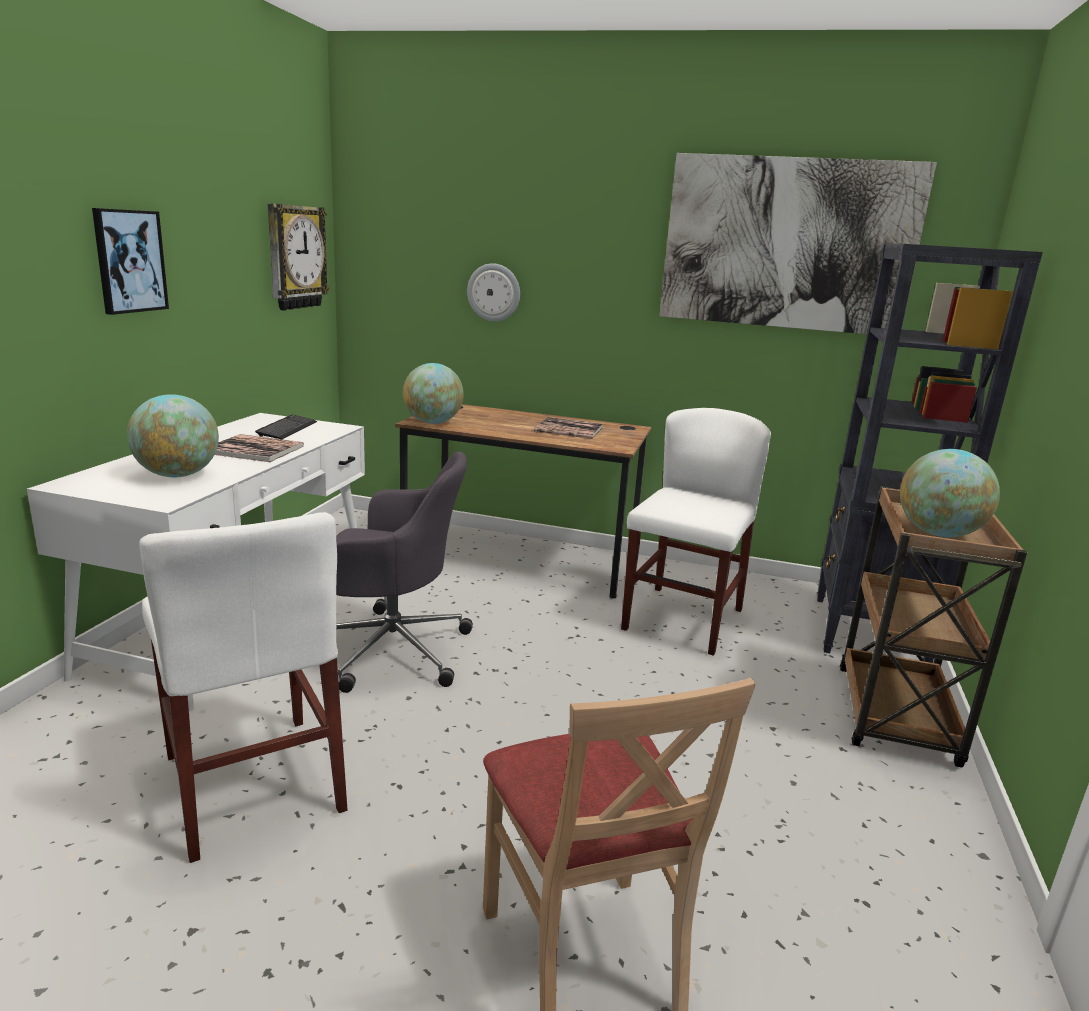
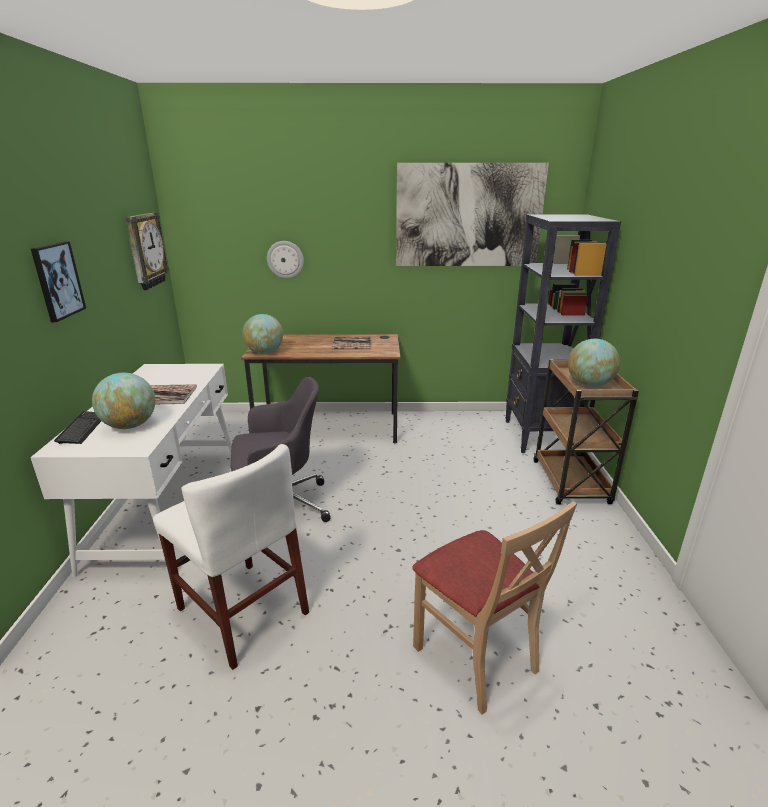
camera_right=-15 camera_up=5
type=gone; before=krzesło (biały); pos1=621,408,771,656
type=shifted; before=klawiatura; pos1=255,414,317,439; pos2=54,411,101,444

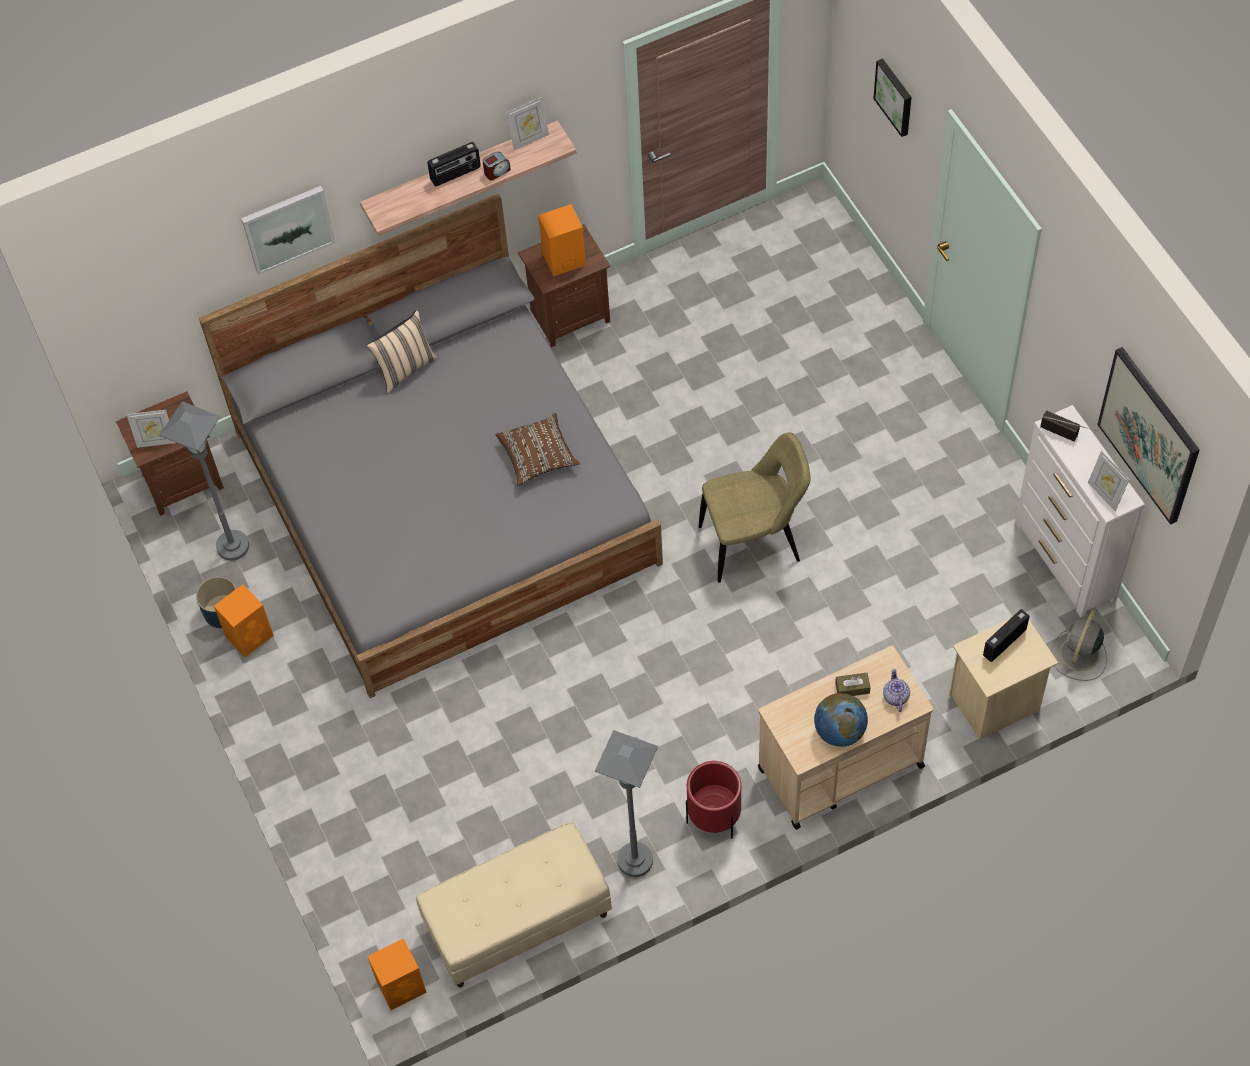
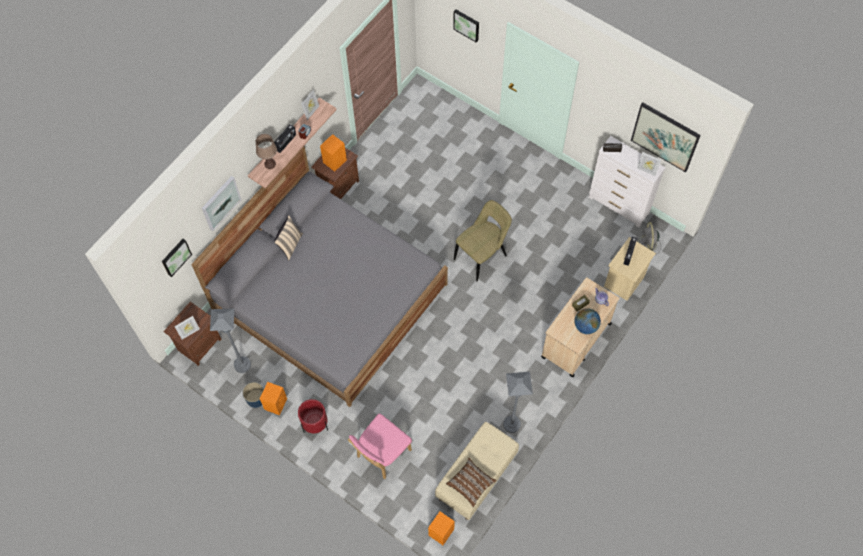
camera_right=-30 camera_up=5
type=shifted; before=poduszka (brązowy); pos1=496,413,580,486; pos2=446,458,497,507
type=shifted; before=donica (czerwony); pos1=686,761,741,839; pos2=298,399,328,433
type=new; after=lampa stołowa (brązowy); pos2=256,134,277,169
type=new; after=obraz; pos2=162,239,192,277
type=new; after=krzesło (różowy); pos2=348,414,412,479

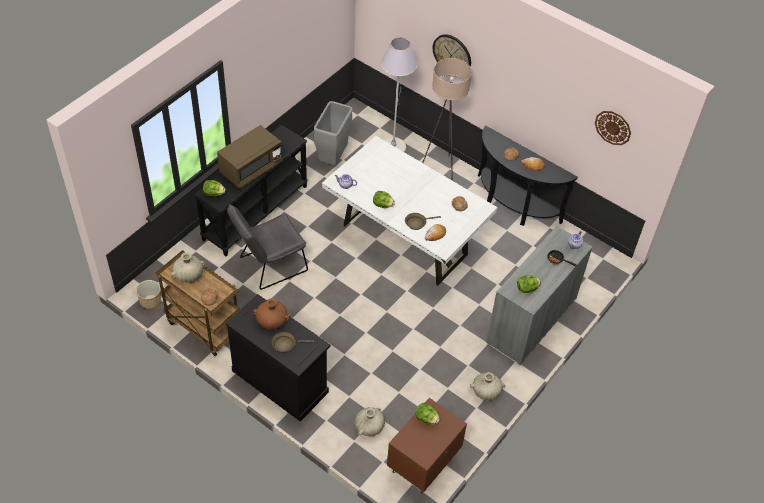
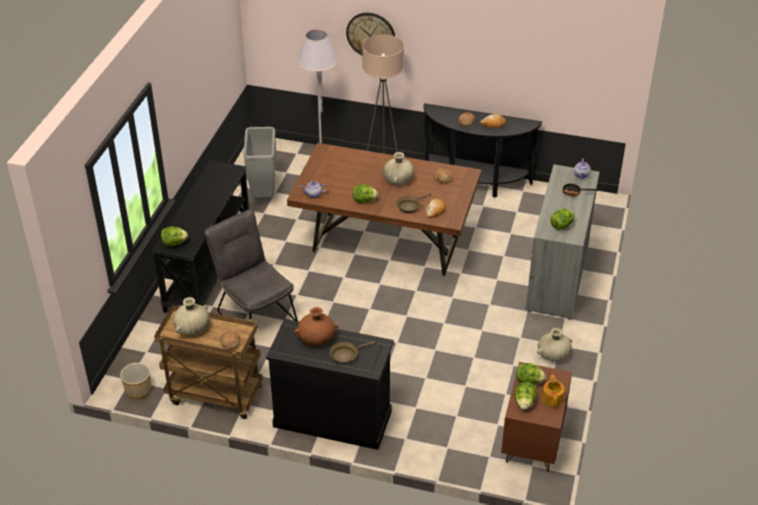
camera_right=-20 camera_up=-10
type=gone; before=zegar ścienny; pos1=595,111,631,145
type=gone; before=mikrofalówka (brązowy); pos1=217,125,282,189
type=repainted; before=stół jadalny (biały); after=stół jadalny (brązowy); pos1=322,136,498,285; pos2=287,143,482,276
type=rotated; before=krzesło (szary); pos1=227,204,308,290; pos2=204,210,298,346; turn=105
type=shifted; before=wazon (beżowy); pos1=354,407,385,436; pos2=383,152,414,184
type=new; after=imbryk; pos2=542,374,564,406
type=new; after=sałata; pos2=515,382,537,410

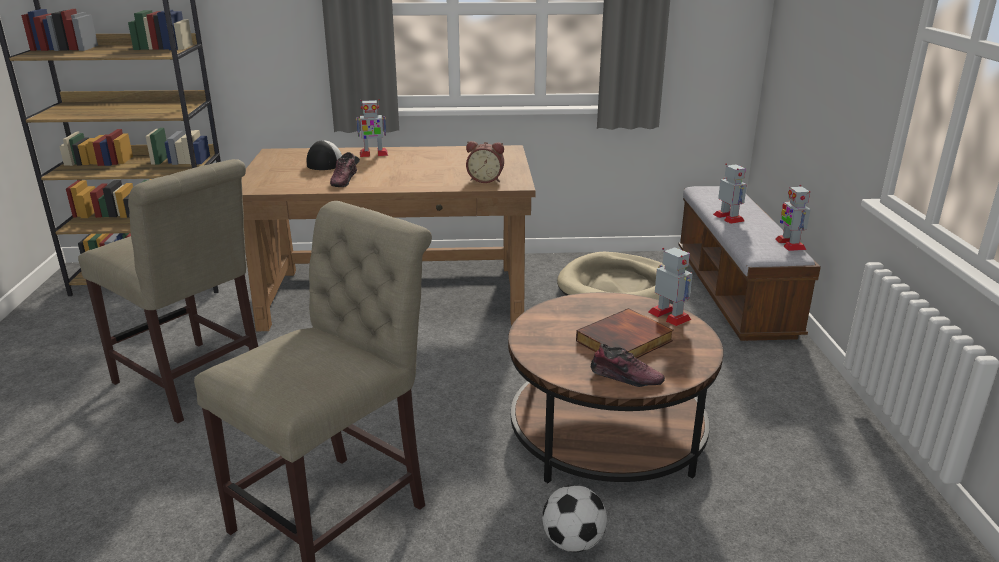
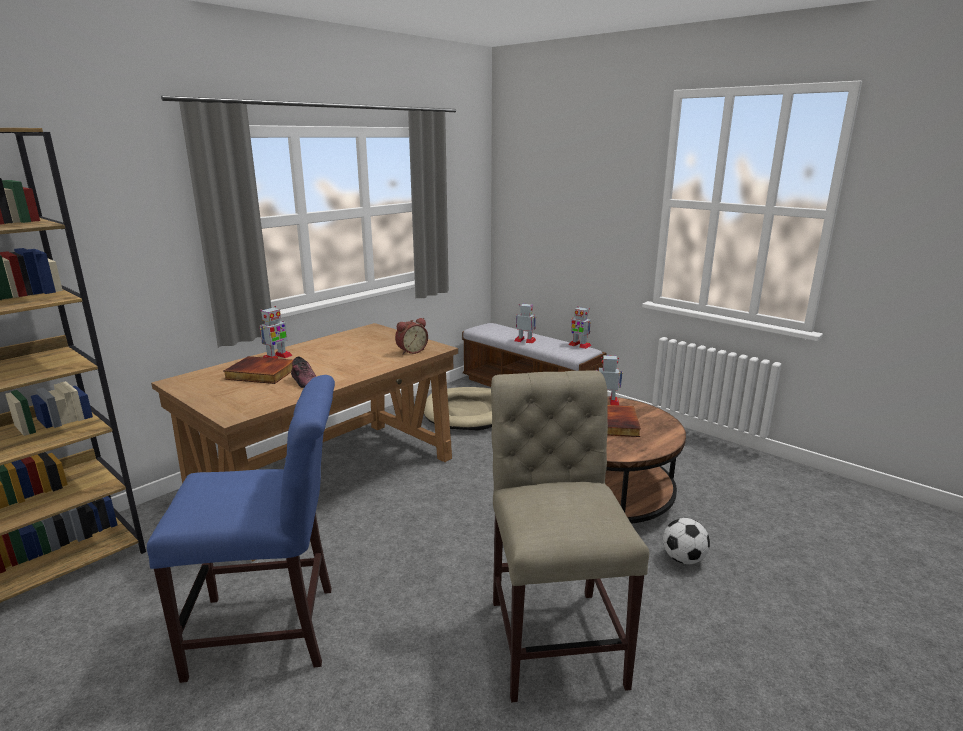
camera_right=-45 camera_up=-5
type=swapped; before=czapka z daszkiem; after=książka; pos1=307,140,360,170; pos2=224,356,293,384
type=repainted; before=krzesło (beżowy); after=krzesło (niebieski); pos1=78,159,258,423; pos2=147,375,335,683
type=gone; before=but; pos1=591,344,665,387

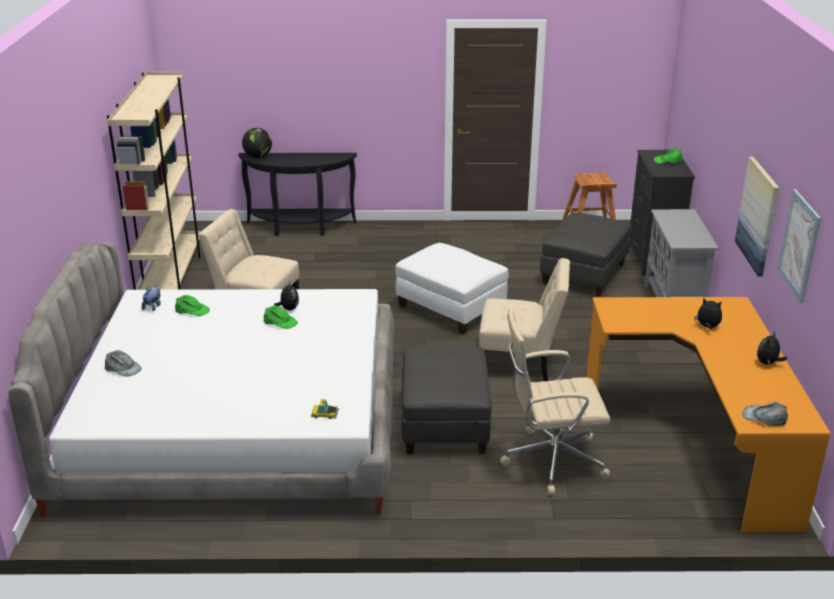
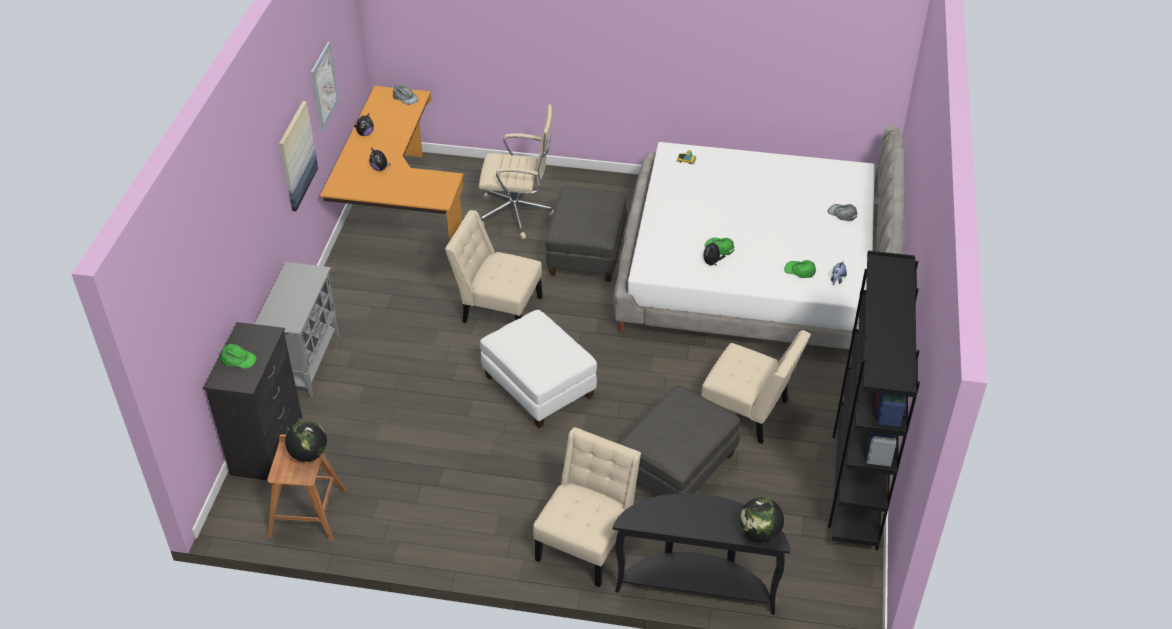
camera_right=-170 camera_up=15
type=repainted; before=regał (beżowy); after=regał (czarny); pos1=107,72,201,290; pos2=828,250,920,550
type=shifted; before=pufa (szary); pos1=540,212,632,297; pos2=619,385,740,496
type=new; after=globus; pos2=285,421,327,462
type=new; after=krzesło (beżowy); pos2=533,427,641,587

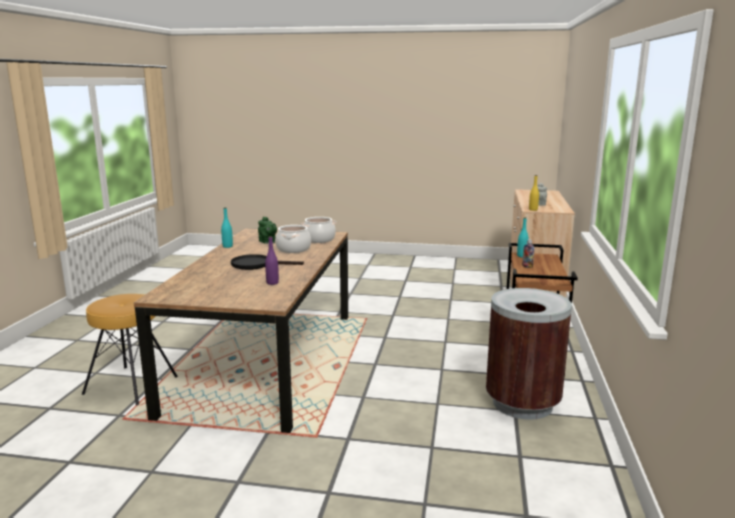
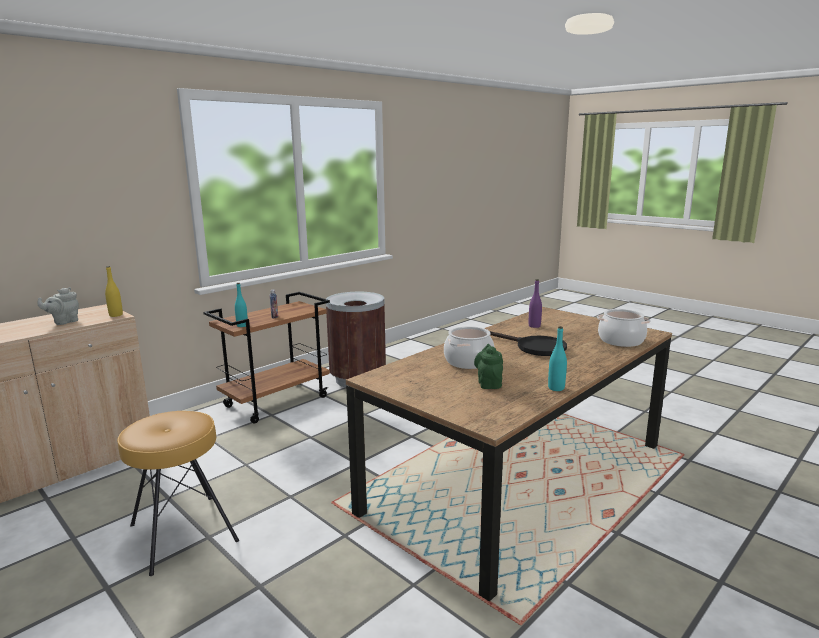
camera_right=-145 camera_up=0
type=shifted; before=garnek; pos1=301,217,336,243; pos2=597,309,650,347
type=shifted; before=stołek (brązowy); pos1=82,294,178,405; pos2=117,411,239,576

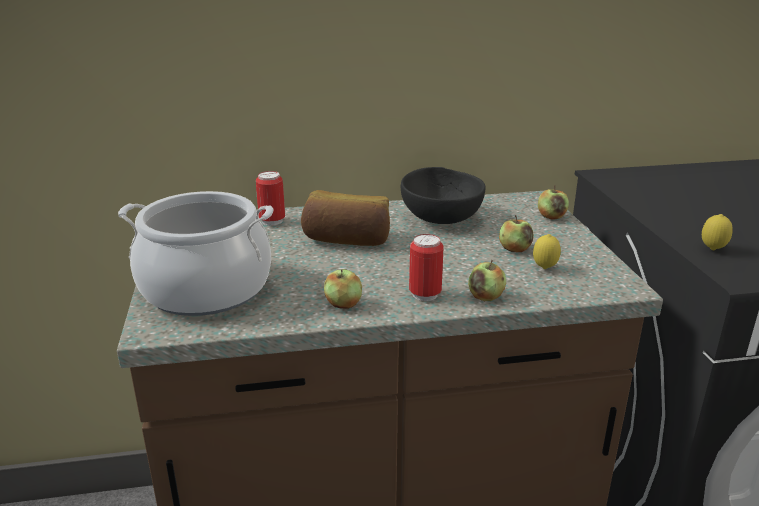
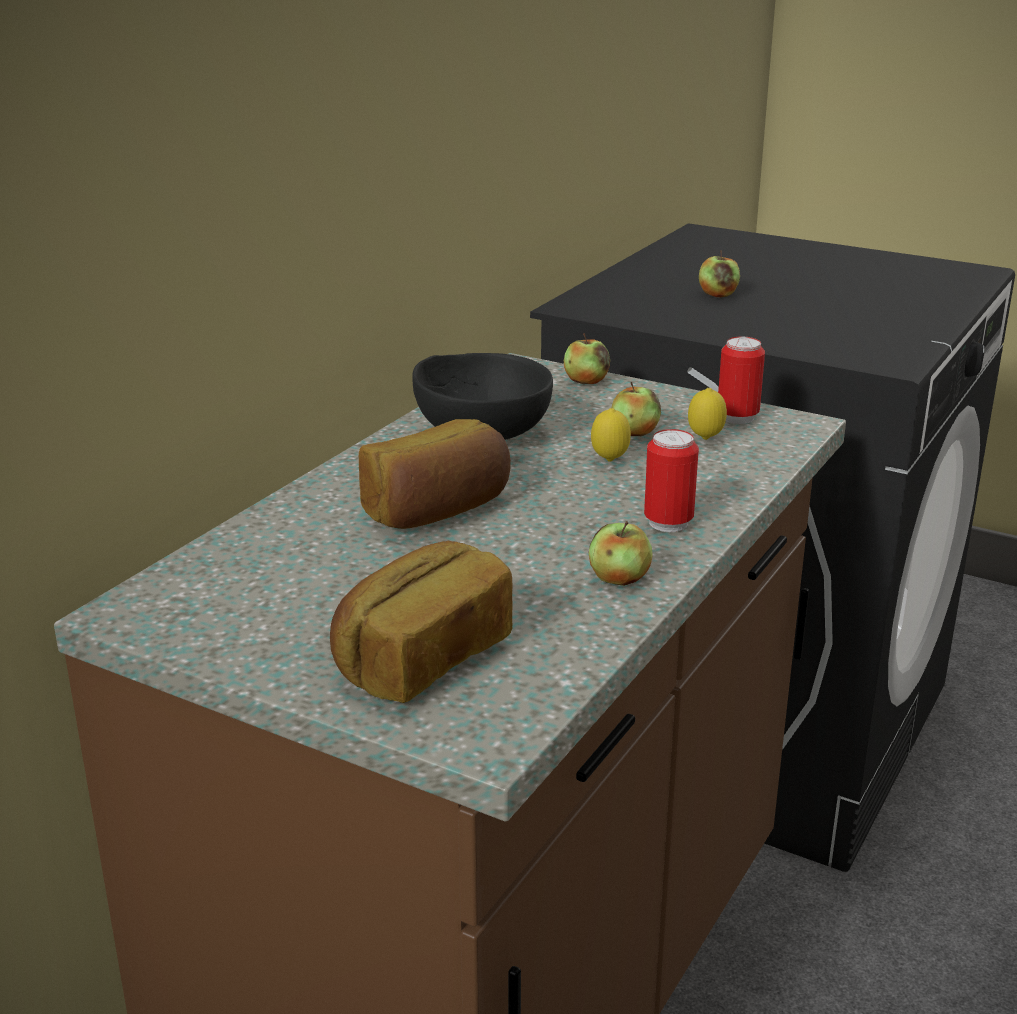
camera_right=-50 camera_up=0
type=shifted; before=puszka; pos1=256,171,285,226; pos2=718,337,765,424
type=swapped; before=garnek; after=chleb; pos1=118,191,273,316; pos2=330,541,513,703
type=shifted; before=cytryna; pos1=702,214,733,250; pos2=591,408,631,461
type=shifted; before=jabłko; pos1=468,259,506,301; pos2=699,250,740,297

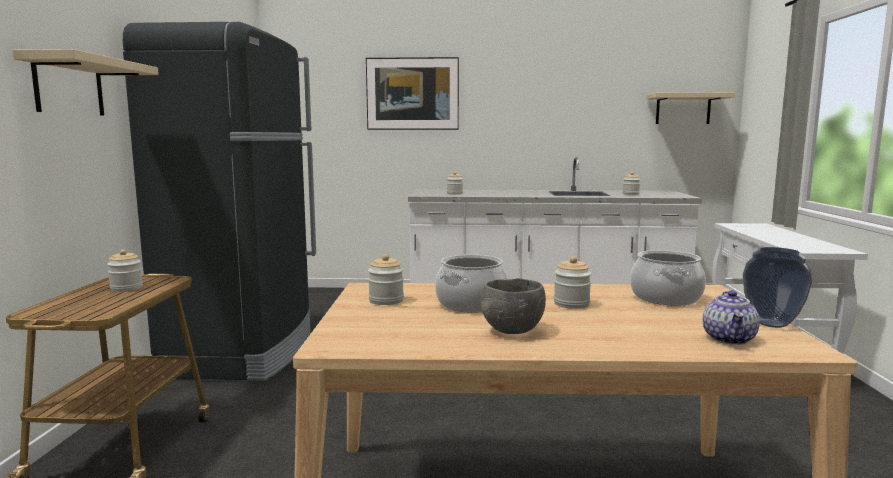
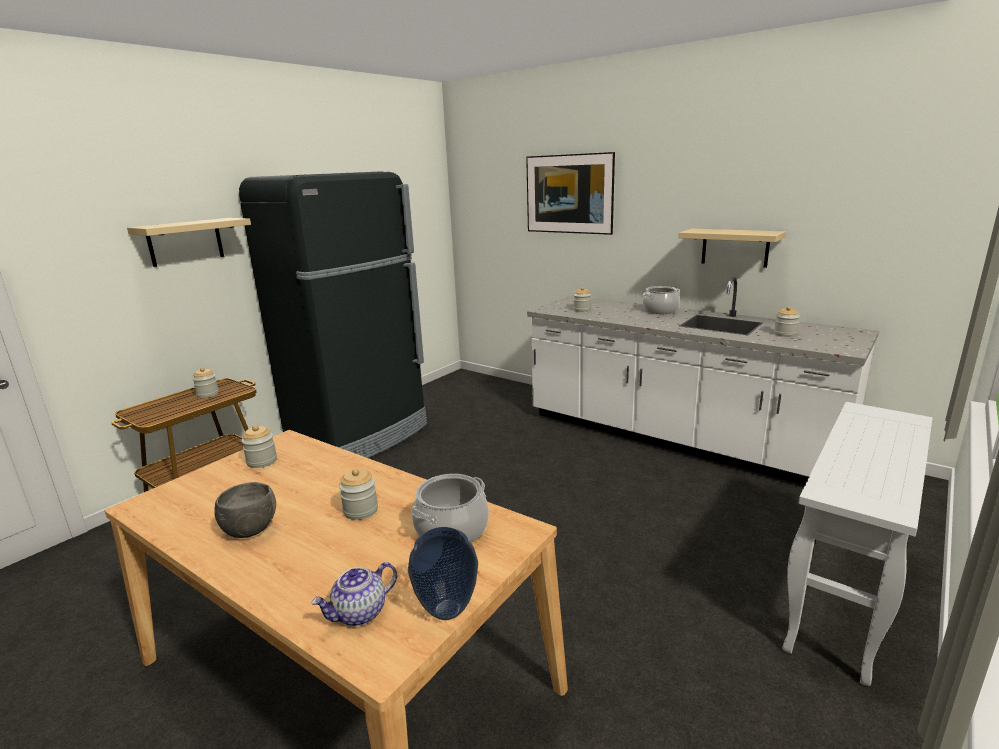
camera_right=35 camera_up=10
type=shifted; before=półka (beżowy); pos1=646,92,735,124; pos2=678,229,786,268
type=shifted; before=garnek; pos1=435,255,508,313; pos2=642,286,680,314

